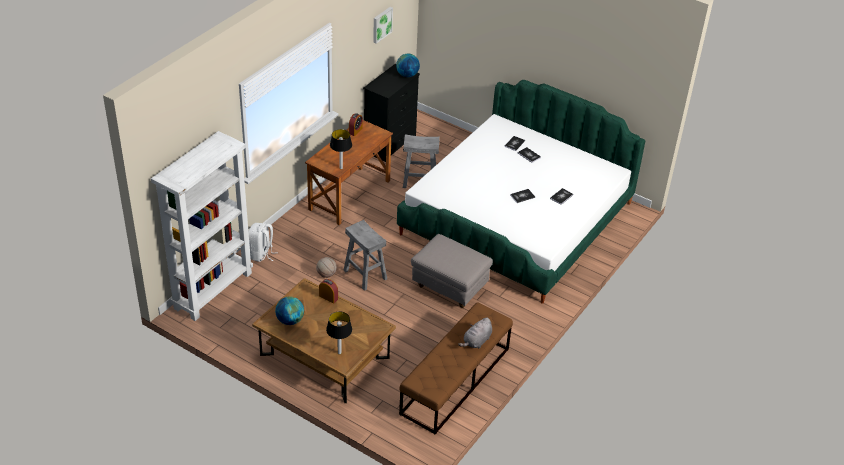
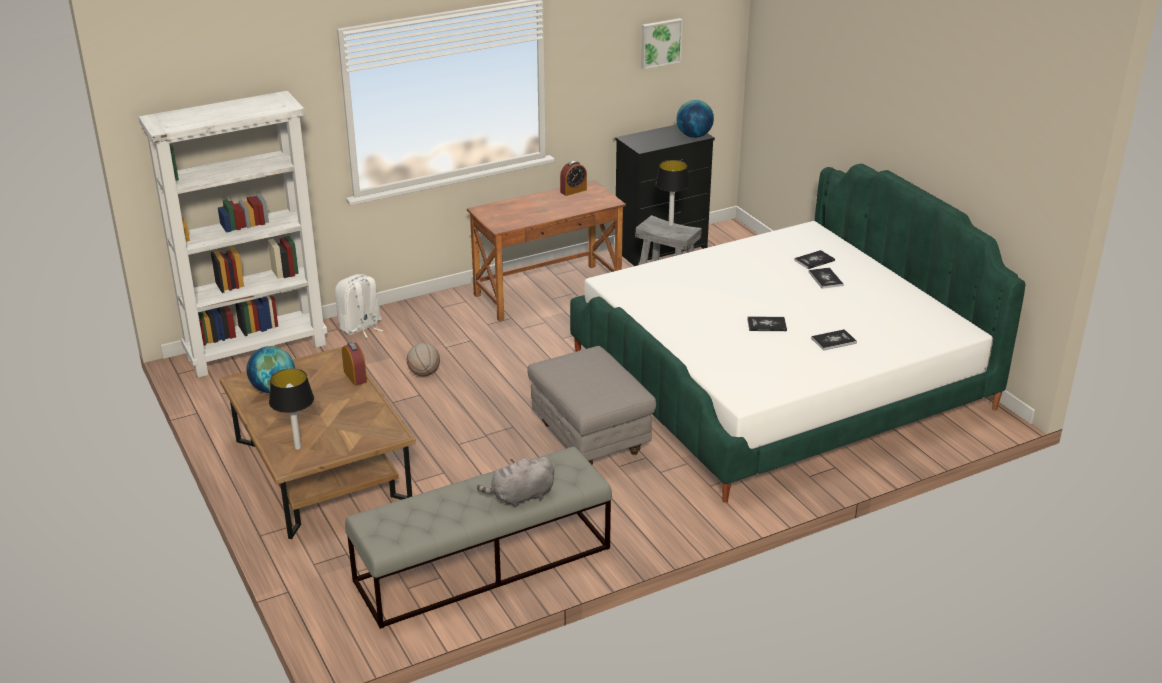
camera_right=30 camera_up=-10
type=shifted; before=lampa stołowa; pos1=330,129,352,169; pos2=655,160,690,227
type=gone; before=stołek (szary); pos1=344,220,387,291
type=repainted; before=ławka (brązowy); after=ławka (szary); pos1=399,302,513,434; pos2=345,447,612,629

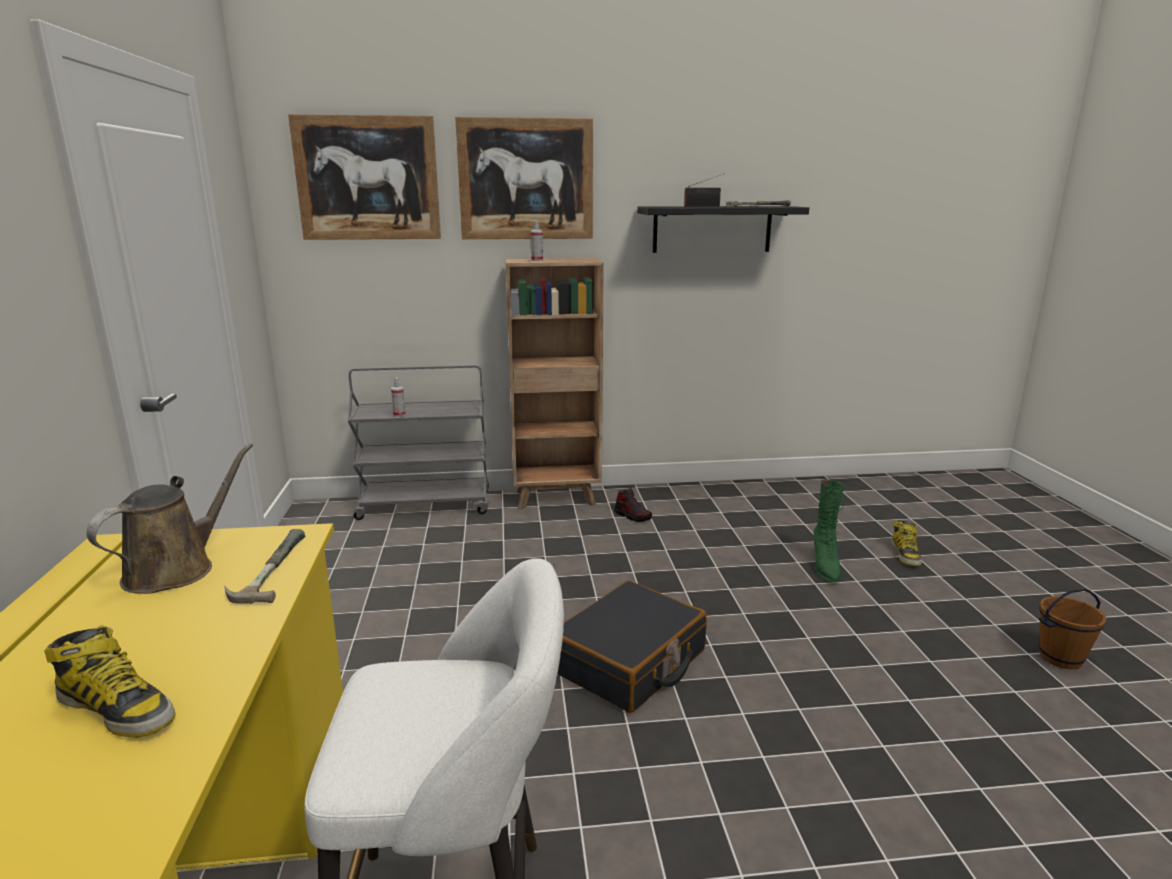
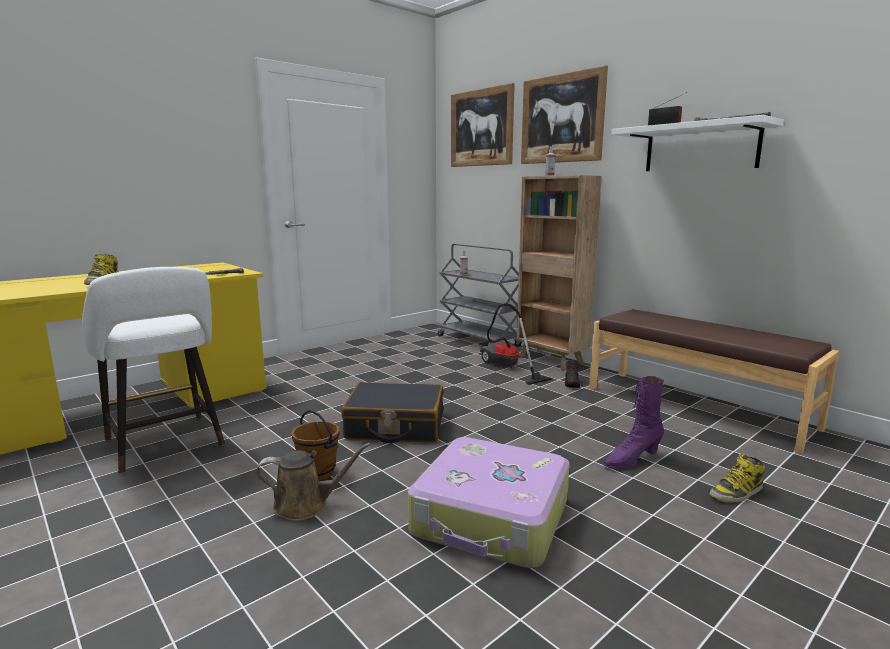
camera_right=55 camera_up=-5
type=repainted; before=półka (czarny); after=półka (biały); pos1=637,206,809,253; pos2=611,115,784,171
type=shifted; before=konewka (brązowy); pos1=87,443,253,594; pos2=256,443,371,521
type=repainted; before=but z cholewką (zielony); after=but z cholewką (fioletowy); pos1=813,479,844,583; pos2=603,376,664,469
type=shifted; before=wiadro (brązowy); pos1=1039,589,1106,669; pos2=291,410,340,480
type=new; after=odkurzacz; pos2=480,303,553,385
type=new; after=ławka (brązowy); pos2=589,309,840,454
type=new; after=walizka; pos2=408,437,570,568

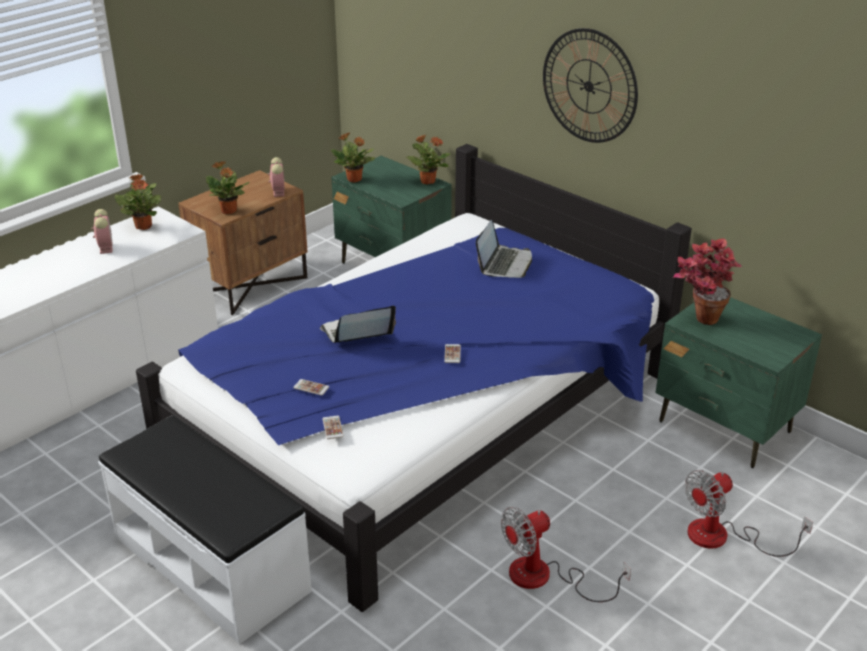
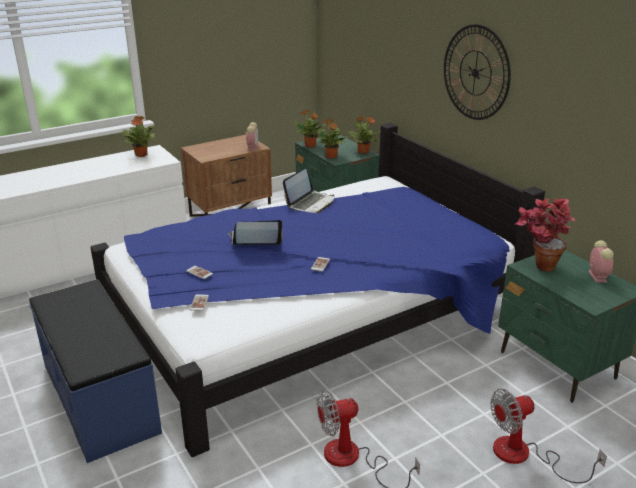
camera_right=15 camera_up=-5
type=shifted; before=roślina doniczkowa; pos1=206,161,250,214; pos2=318,119,348,158
type=shifted; before=budzik; pos1=91,209,113,254; pos2=588,240,614,282
type=shifted; before=laptop; pos1=476,220,532,278; pos2=283,169,334,213
type=repainted; before=ławka (biały); after=ławka (niebieski); pos1=98,415,312,644; pos2=29,279,162,463

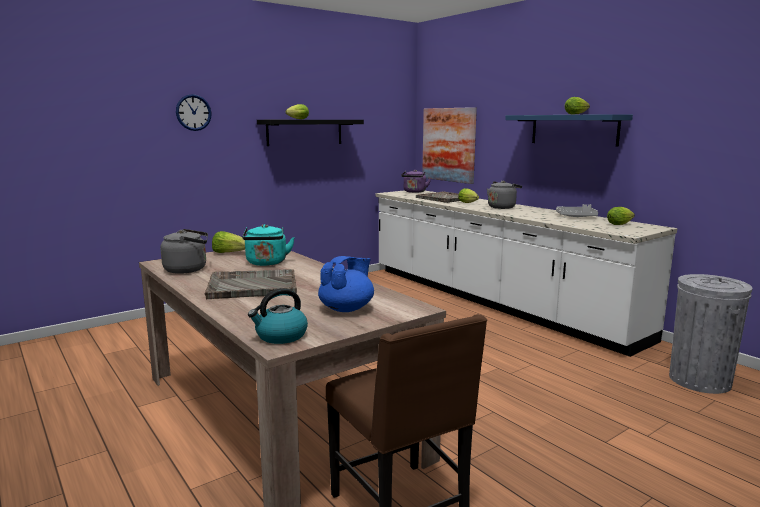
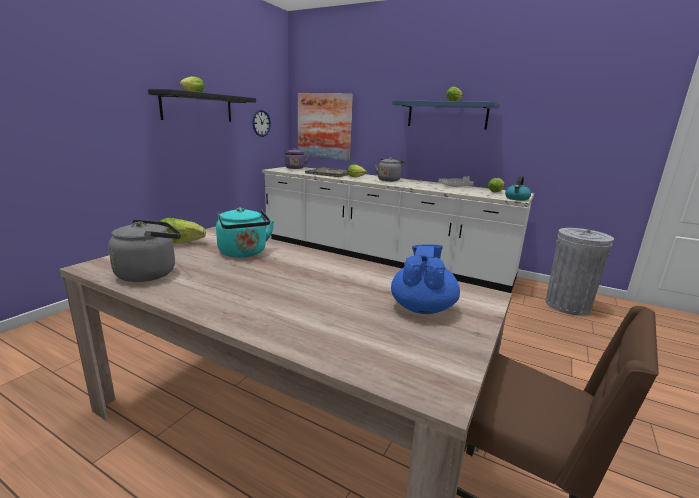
camera_right=-25 camera_up=5
type=shifted; before=zegar ścienny; pos1=176,94,212,131; pos2=252,110,271,137
type=gone; before=taca (szary); pos1=205,269,297,299
type=shifted; before=czajnik; pos1=248,288,308,344; pos2=505,176,531,201

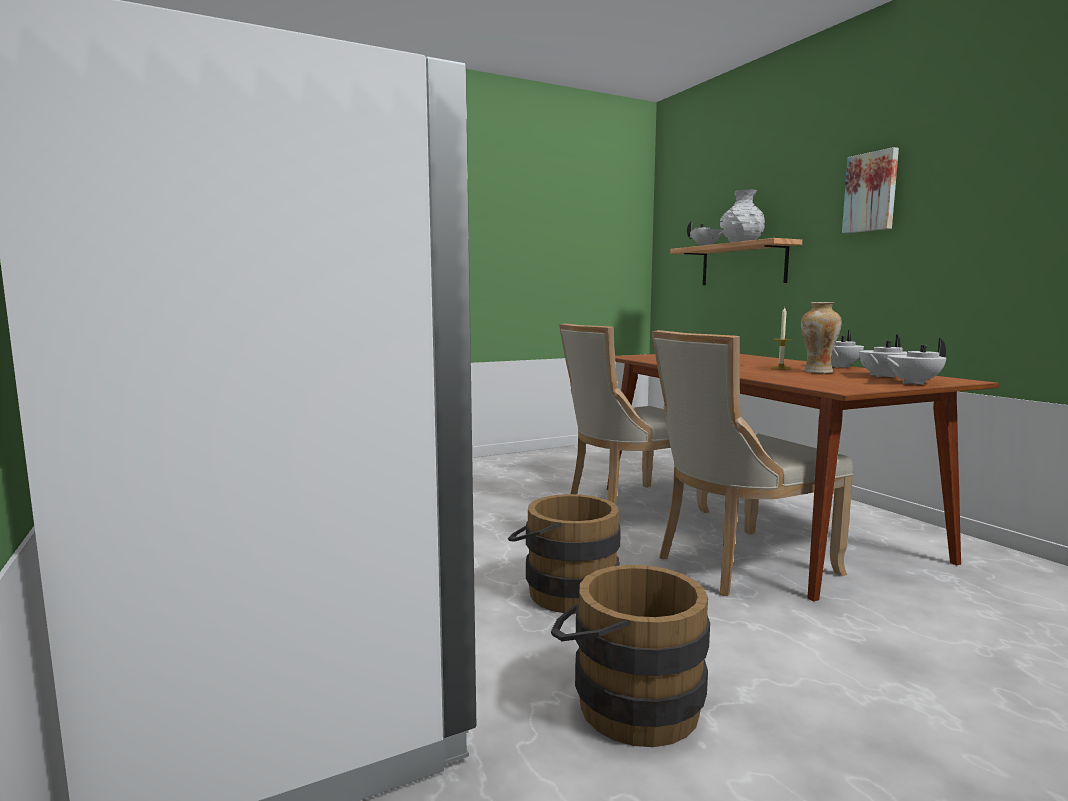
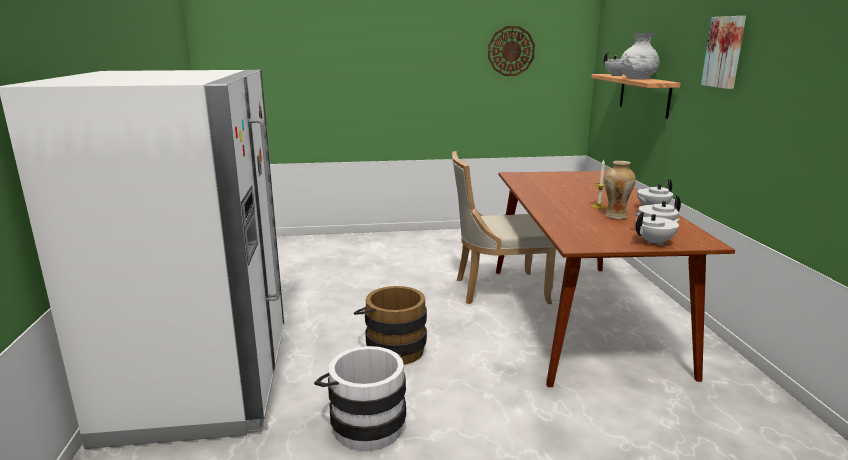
camera_right=20 camera_up=10
type=gone; before=krzesło (beżowy); pos1=652,330,853,597
type=rotated; before=imbryk (biały); pos1=884,338,946,385; pos2=636,212,680,246; turn=150
type=repainted; before=wiadro (brązowy); after=wiadro (biały); pos1=551,565,710,747; pos2=314,346,406,451
type=new; after=zegar ścienny; pos2=488,26,535,76

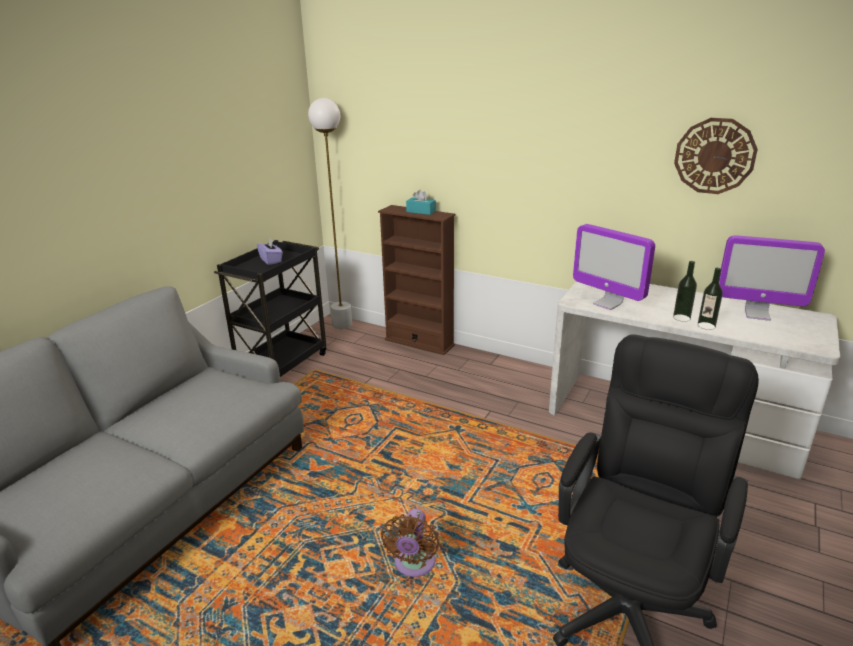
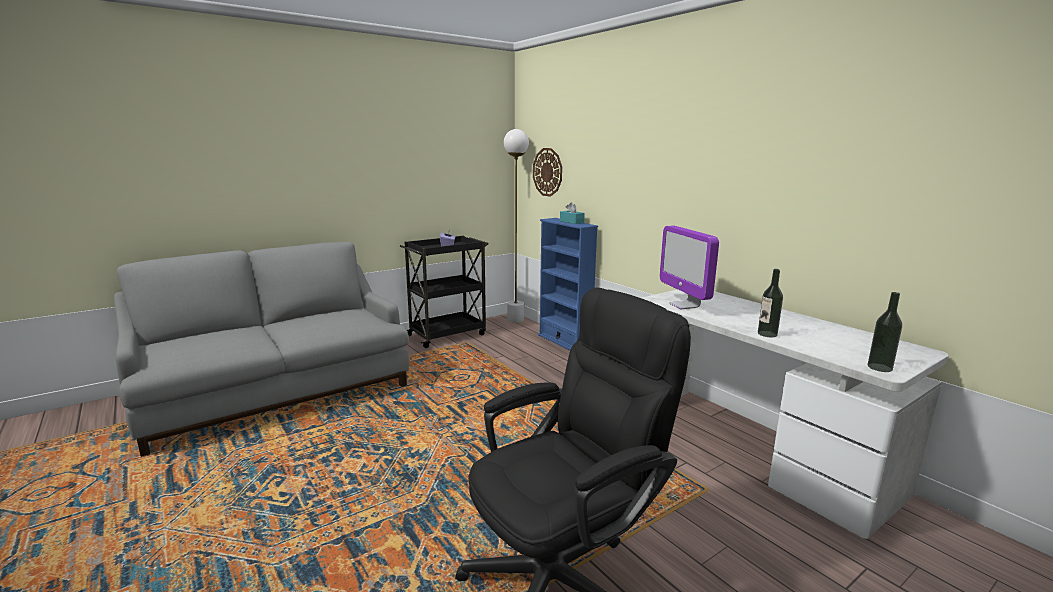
camera_right=25 camera_up=-10
type=shifted; before=zegar ścienny; pos1=674,118,758,194; pos2=533,148,562,197
type=repainted; before=regał (brązowy); after=regał (niebieski); pos1=378,205,455,355; pos2=538,218,598,350
type=gone; before=monitor; pos1=719,235,825,321
type=shifted; before=butelka; pos1=673,261,697,322; pos2=868,292,902,372
type=gone; before=wentylator (brązowy); pos1=381,509,439,577

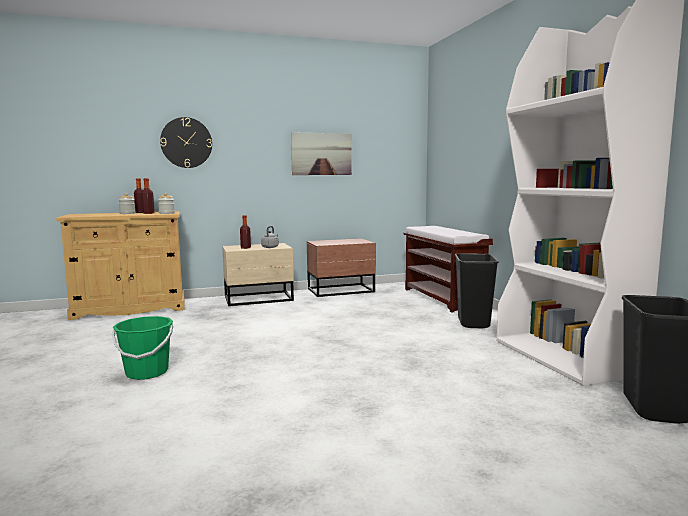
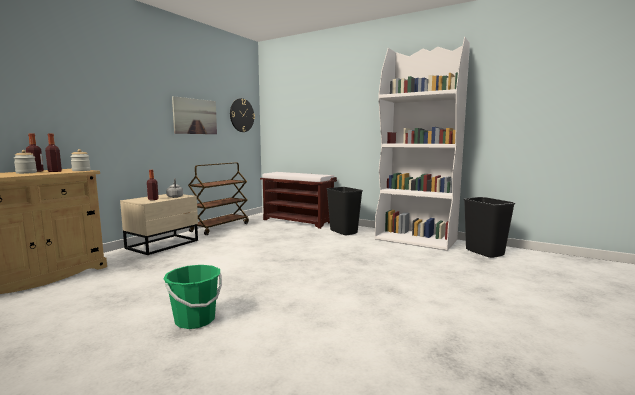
camera_right=-40 camera_up=0
type=shifted; before=zegar ścienny; pos1=160,117,212,168; pos2=230,98,255,132
type=swapped; before=szafka nocna (brązowy); after=wózek (brązowy); pos1=307,238,376,297; pos2=188,162,249,235

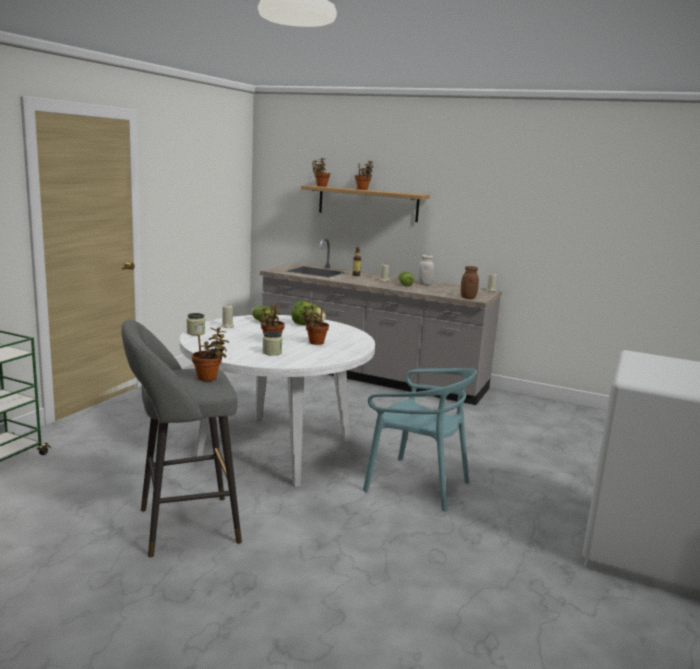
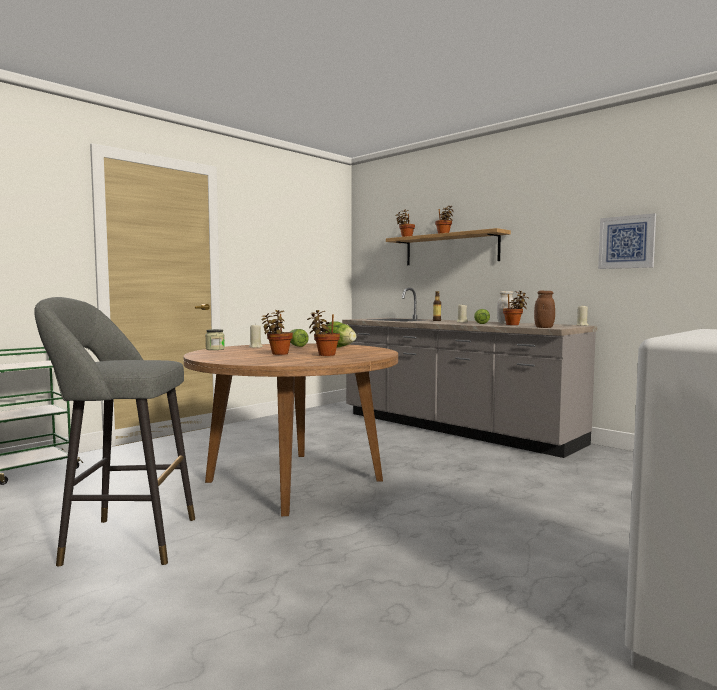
camera_right=20 camera_up=-10
type=repainted; before=stół jadalny (biały); after=stół jadalny (brązowy); pos1=180,315,375,487; pos2=184,343,398,516
type=shifted; before=roślina doniczkowa; pos1=192,327,229,381; pos2=503,291,529,325
type=gone; before=słoik; pos1=263,331,282,356
type=gone; before=krzesło (turkusowy); pos1=363,368,477,511
type=new; after=obraz; pos2=598,213,656,269

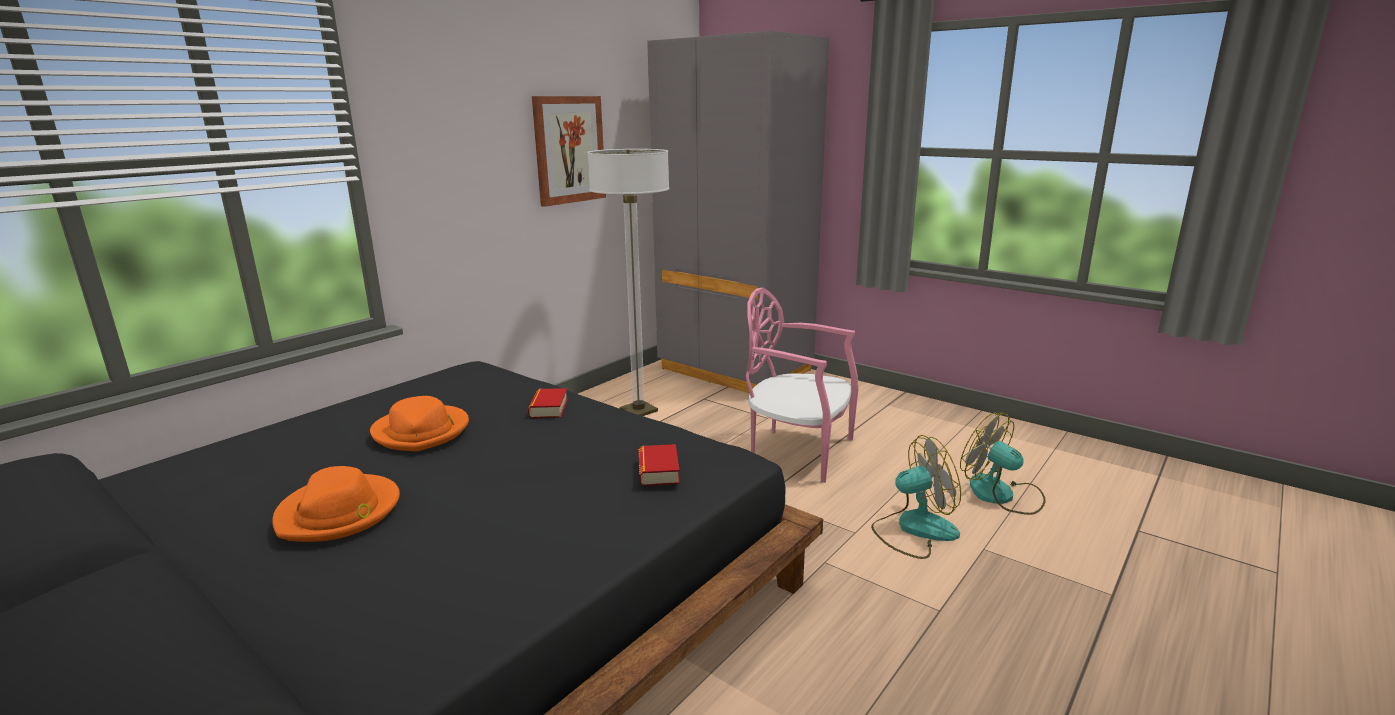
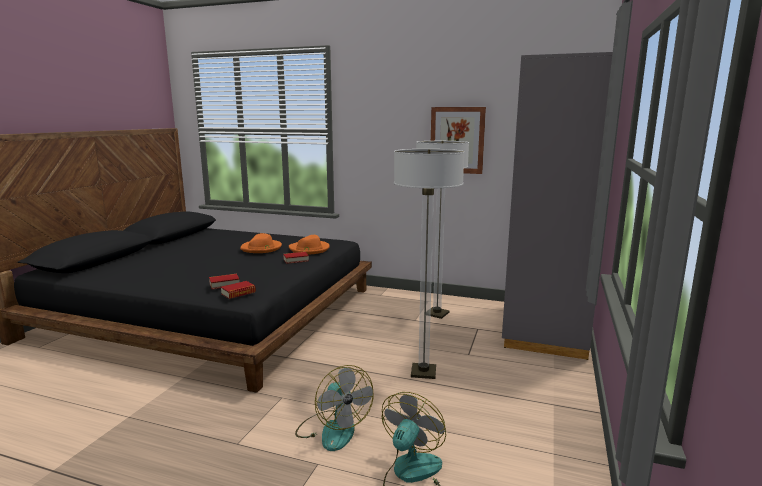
camera_right=70 camera_up=-5
type=swapped; before=krzesło (różowy); after=lampa stojąca; pos1=746,288,859,483; pos2=394,149,465,379
type=shifted; before=kapelusz (pomarańczowy); pos1=272,466,400,542; pos2=289,235,330,255
type=new; after=książka; pos2=221,281,256,299

